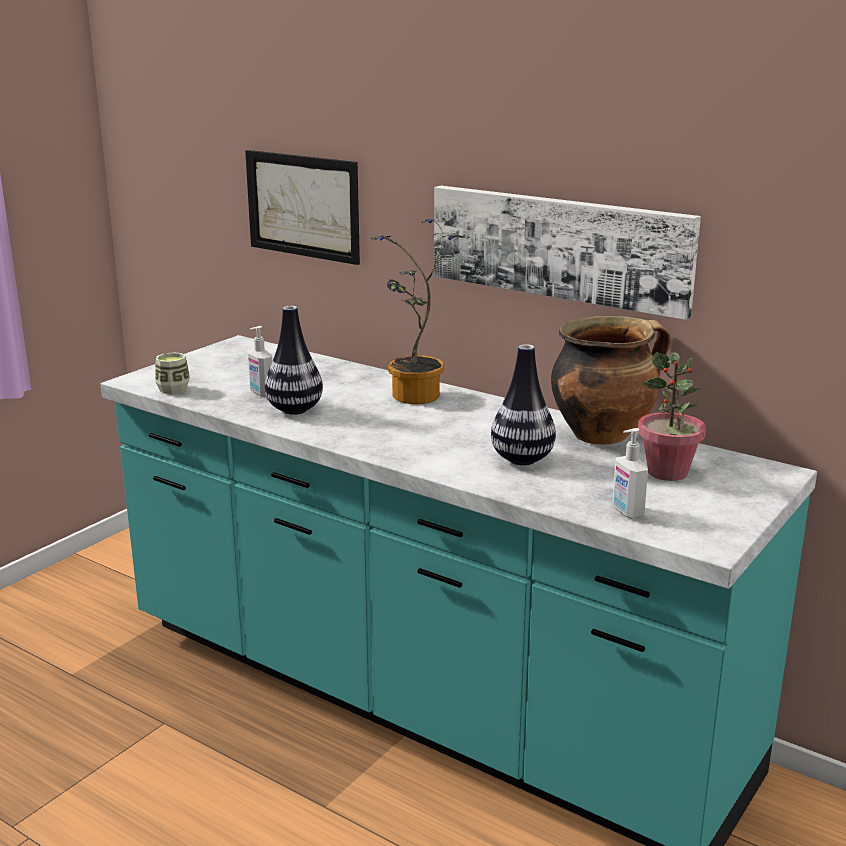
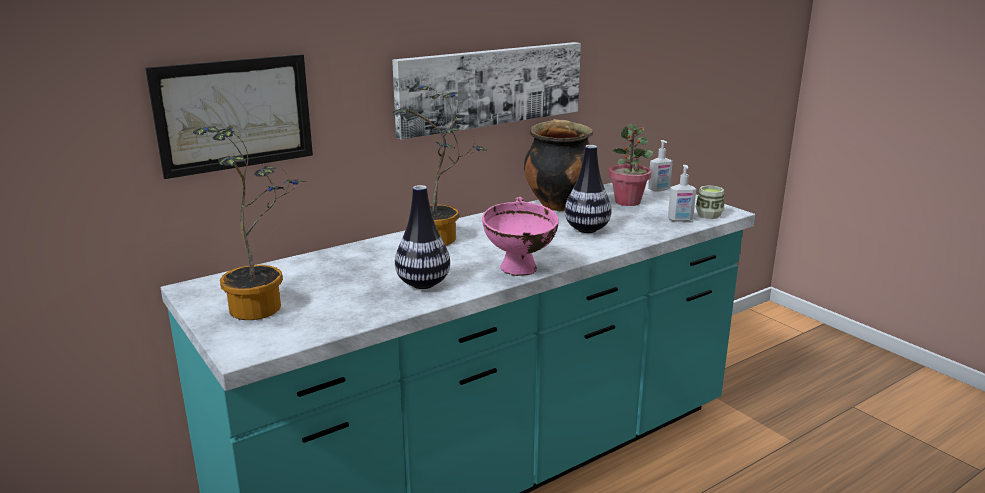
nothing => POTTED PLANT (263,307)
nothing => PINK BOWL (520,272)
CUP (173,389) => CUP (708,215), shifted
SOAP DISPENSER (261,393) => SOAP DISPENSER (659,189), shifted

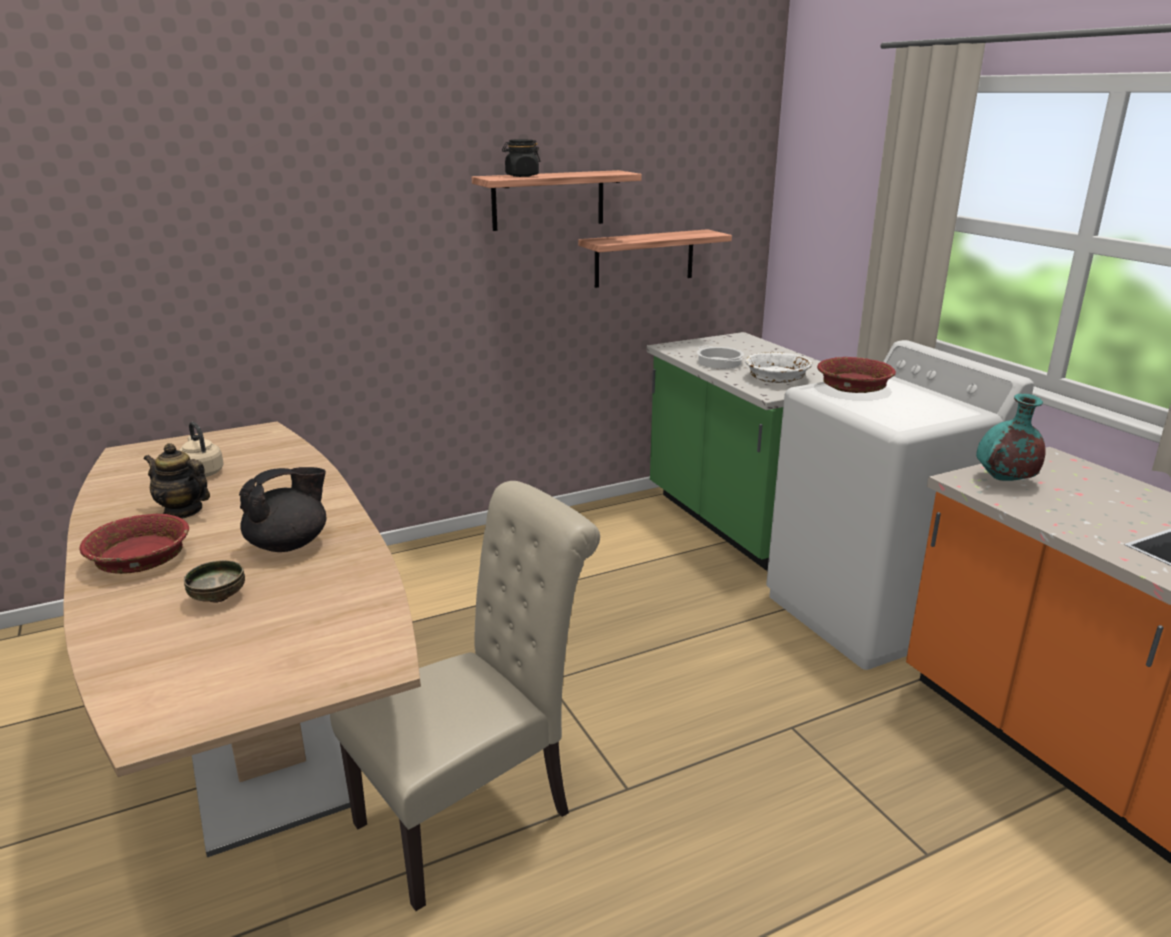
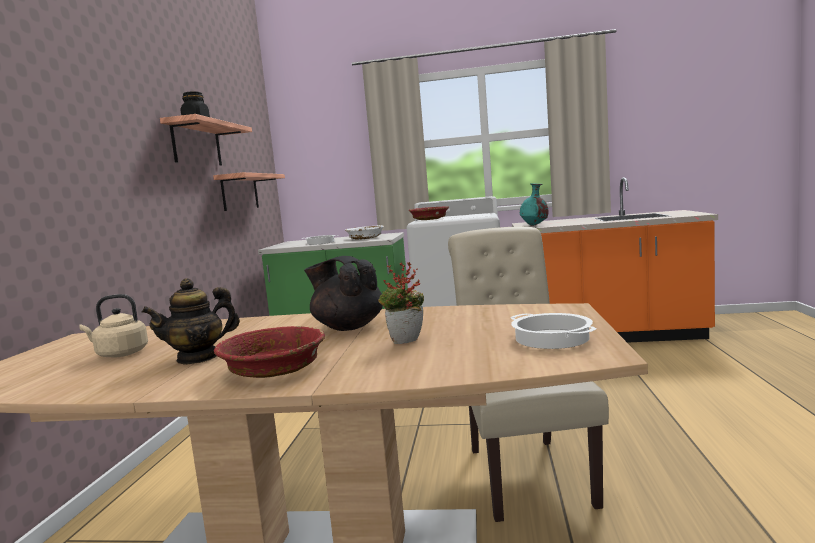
nothing => COOKING POT (553,338)
BOWL (219,597) => POTTED PLANT (406,342)
BLACK TEAPOT (289,544) => BLACK TEAPOT (348,327), 45 degrees counterclockwise

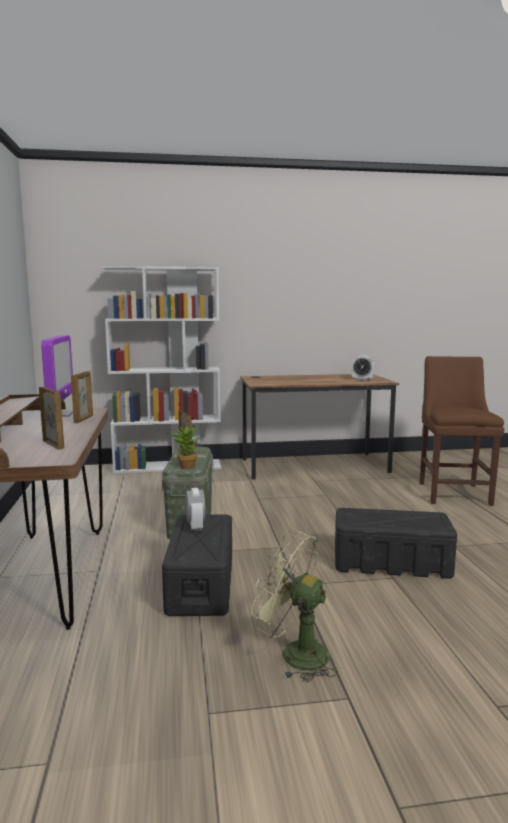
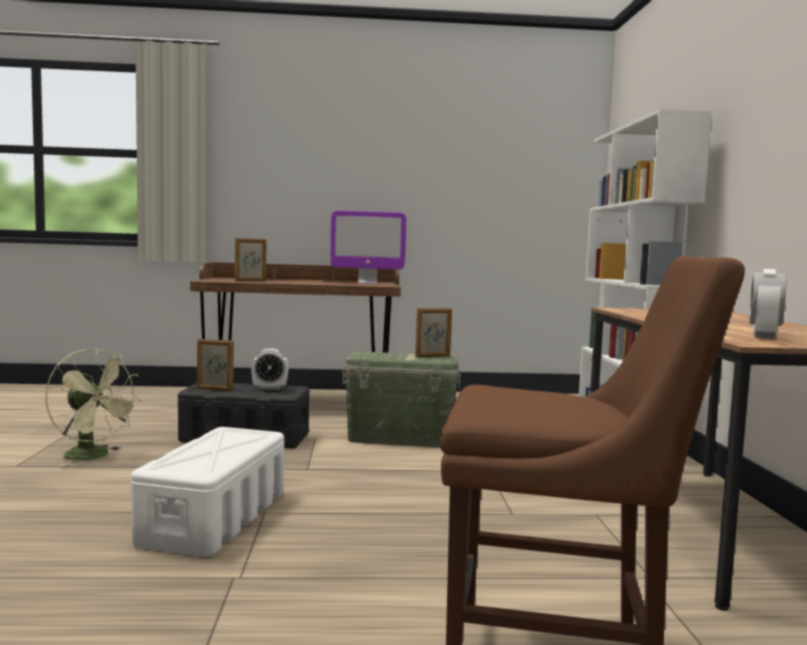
POTTED PLANT (185,466) => nothing
PICTURE FRAME (84,419) => PICTURE FRAME (214,389), shifted
BLACK STORAGE BOX (392,563) => WHITE STORAGE BOX (214,518)
GREEN FAN (294,654) => GREEN FAN (93,456), 90 degrees clockwise

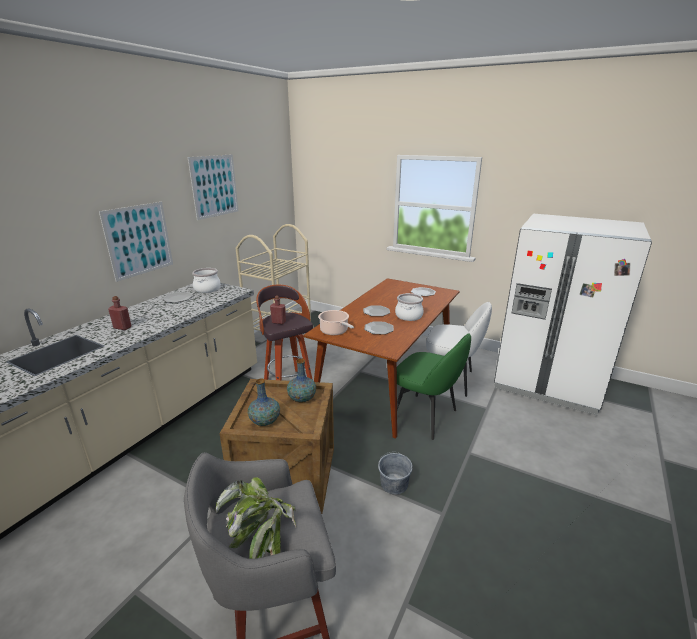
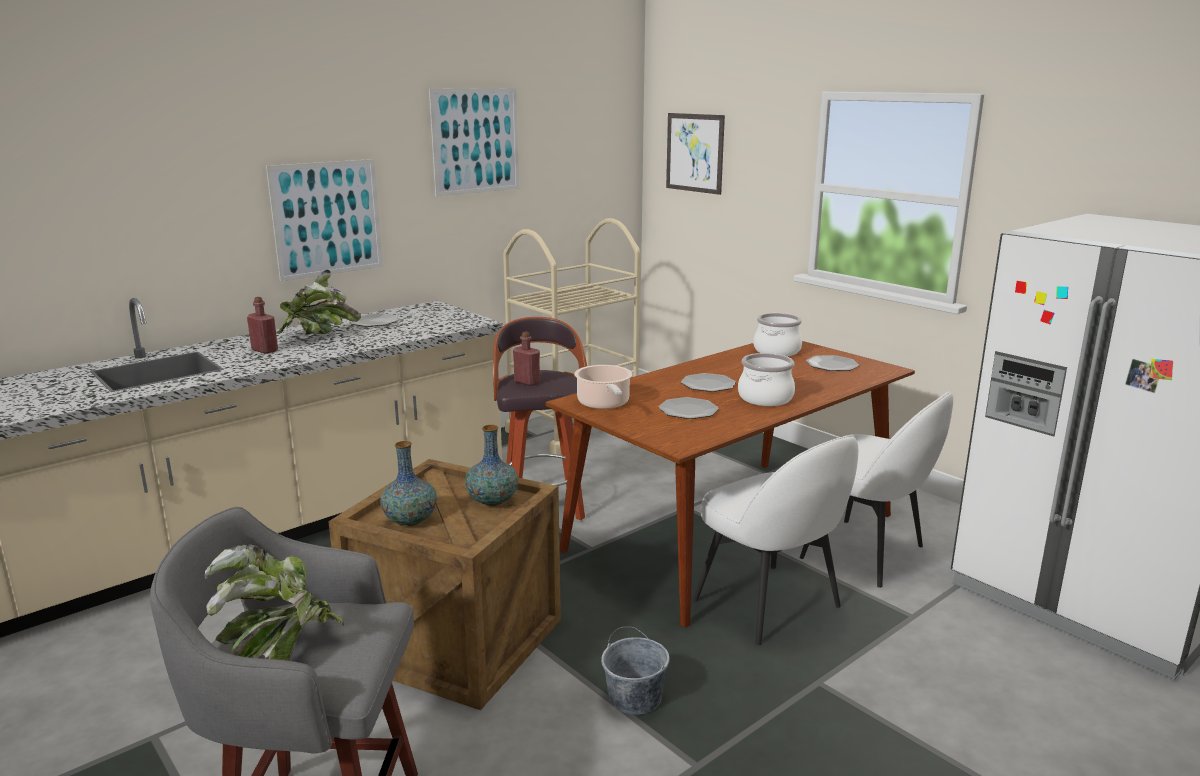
nothing => POTTED PLANT (319,336)
nothing => PICTURE (694,153)
COOKING POT (207,289) => COOKING POT (776,351), shifted
GREEN CHAIR (426,416) => WHITE CHAIR (769,605)

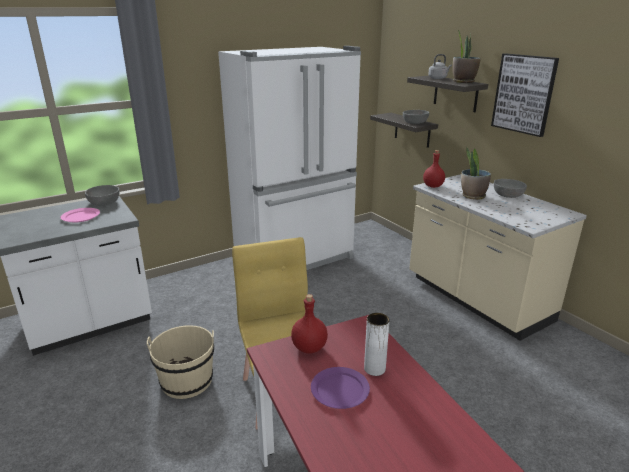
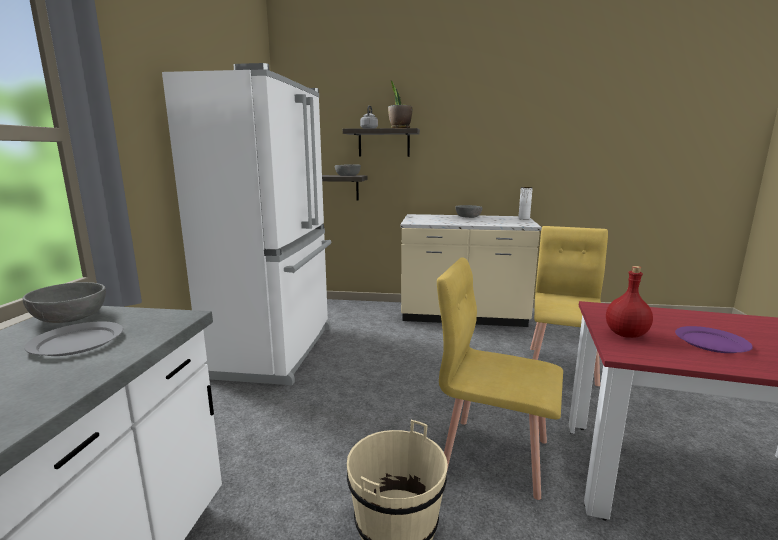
RED BOTTLE (433,186) => nothing
POTTED PLANT (473,196) => nothing
PICTURE (524,94) => nothing
nothing => YELLOW CHAIR (562,365)
WHITE VASE (374,369) => WHITE VASE (524,219), shifted
PINK PLATE (81,217) => GREY PLATE (78,342)

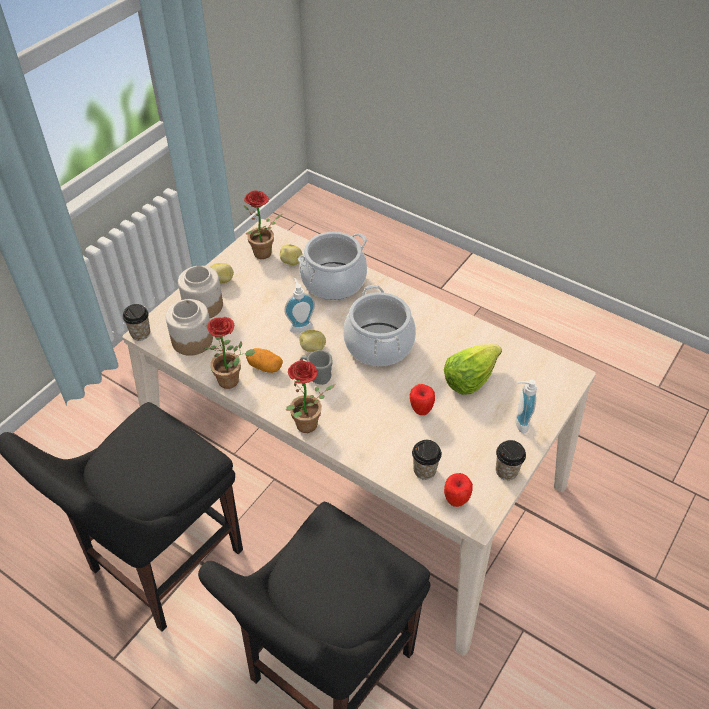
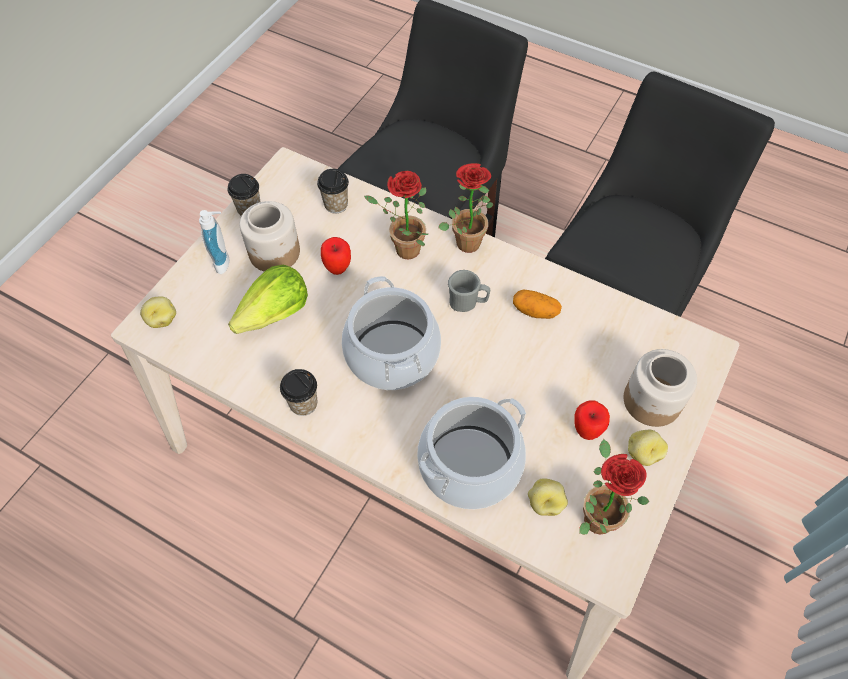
SOAP DISPENSER (300,326) => nothing
CUP (140,333) => CUP (303,404), shifted
JAR (192,340) => JAR (274,253), shifted
POTTED PLANT (233,381) => POTTED PLANT (402,250), shifted
POTATO (313,348) => POTATO (162,319), shifted
APPLE (456,500) => APPLE (586,431), shifted

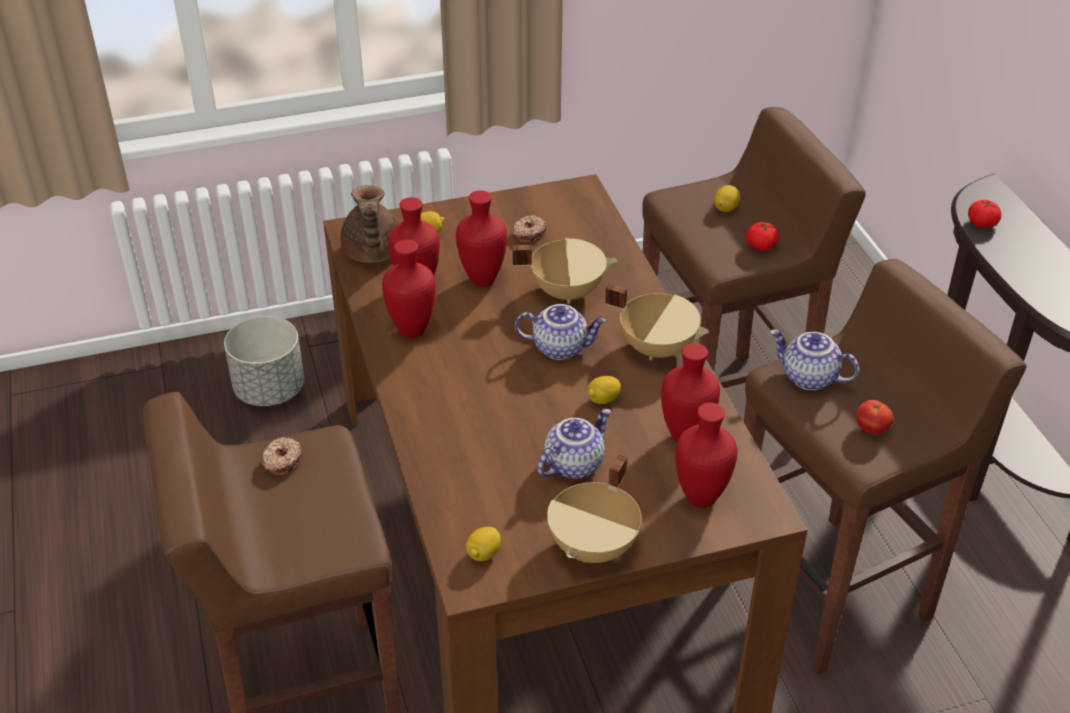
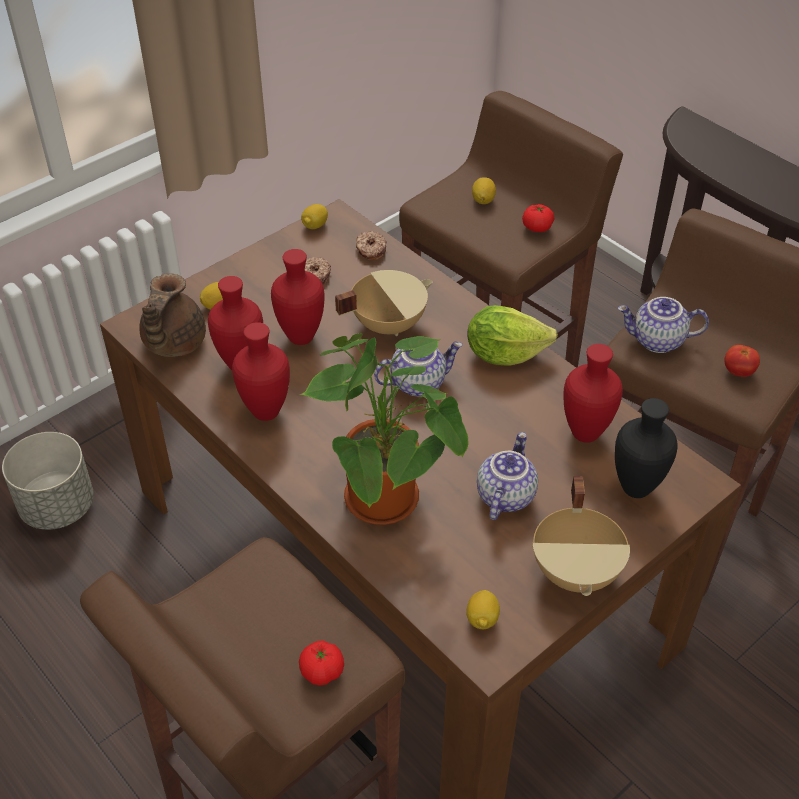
nothing => POTTED PLANT (388,504)
DONUT (282,461) => DONUT (370,250), shifted
LEMON (603,399) => LEMON (315,226), shifted
TOMATO (982,223) => TOMATO (322,671), shifted
BEIGE COOKING POT (657,347) => LETTUCE (504,353)
RED VASE (702,499) => BLACK VASE (638,488)
BROWN TEAPOT (371,253) => BROWN TEAPOT (172,343), 45 degrees clockwise

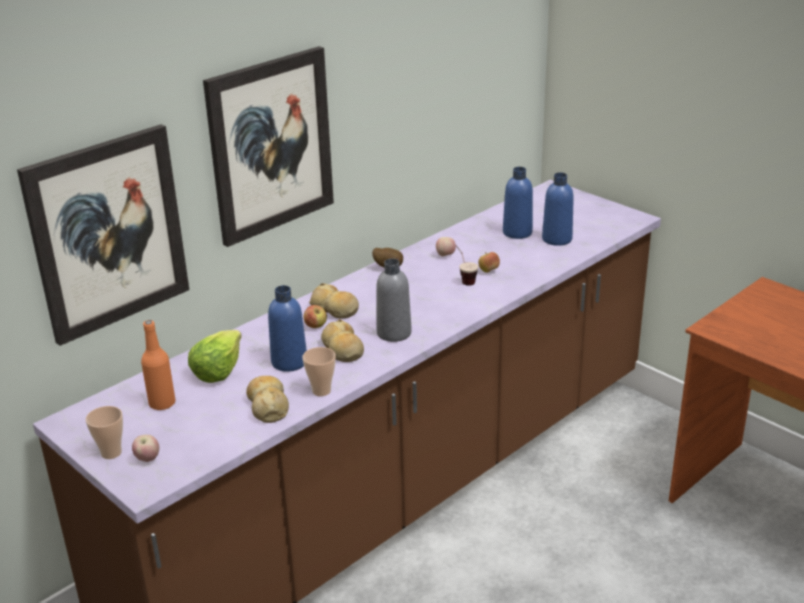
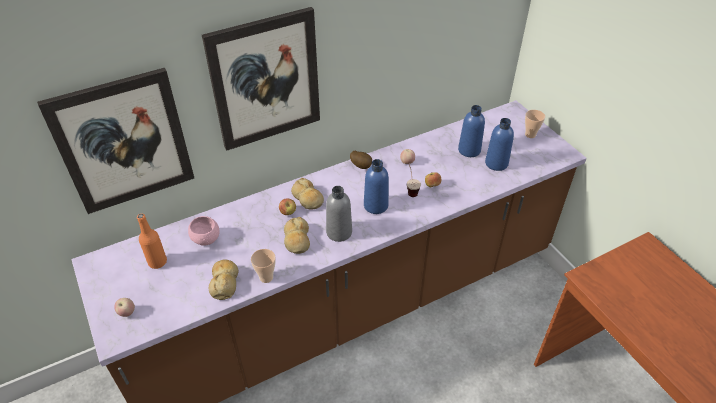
CUP (111,453) => CUP (530,134), shifted
BLUE BOTTLE (289,362) => BLUE BOTTLE (376,205), shifted
LETTUCE (218,370) => PINK BOWL (206,239)

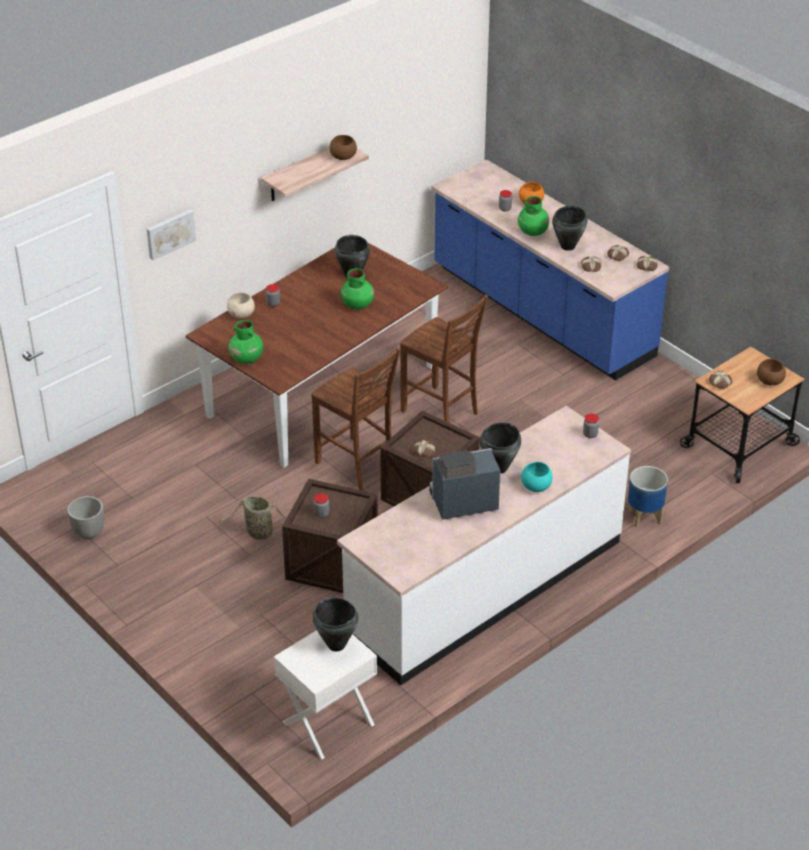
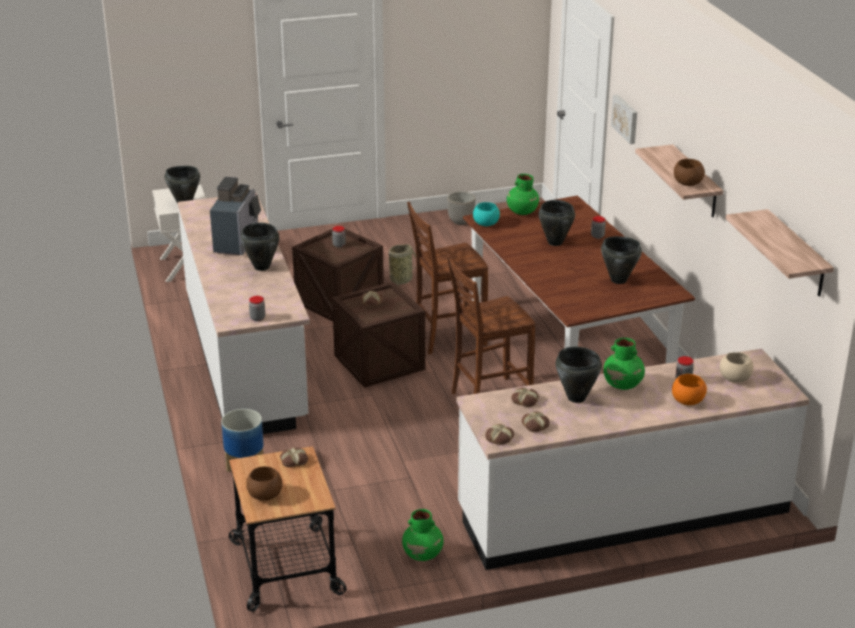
nothing => BLACK COOKING POT (555,242)
nothing => SHELF (797,254)
BEIGE BOWL (241,314) => BEIGE BOWL (735,378), shifted
GREEN VASE (357,304) => GREEN VASE (423,554), shifted
TURQUOISE BOWL (536,486) => TURQUOISE BOWL (486,224), shifted
BLUE COUNTER (541,313) => WHITE COUNTER (622,511)

